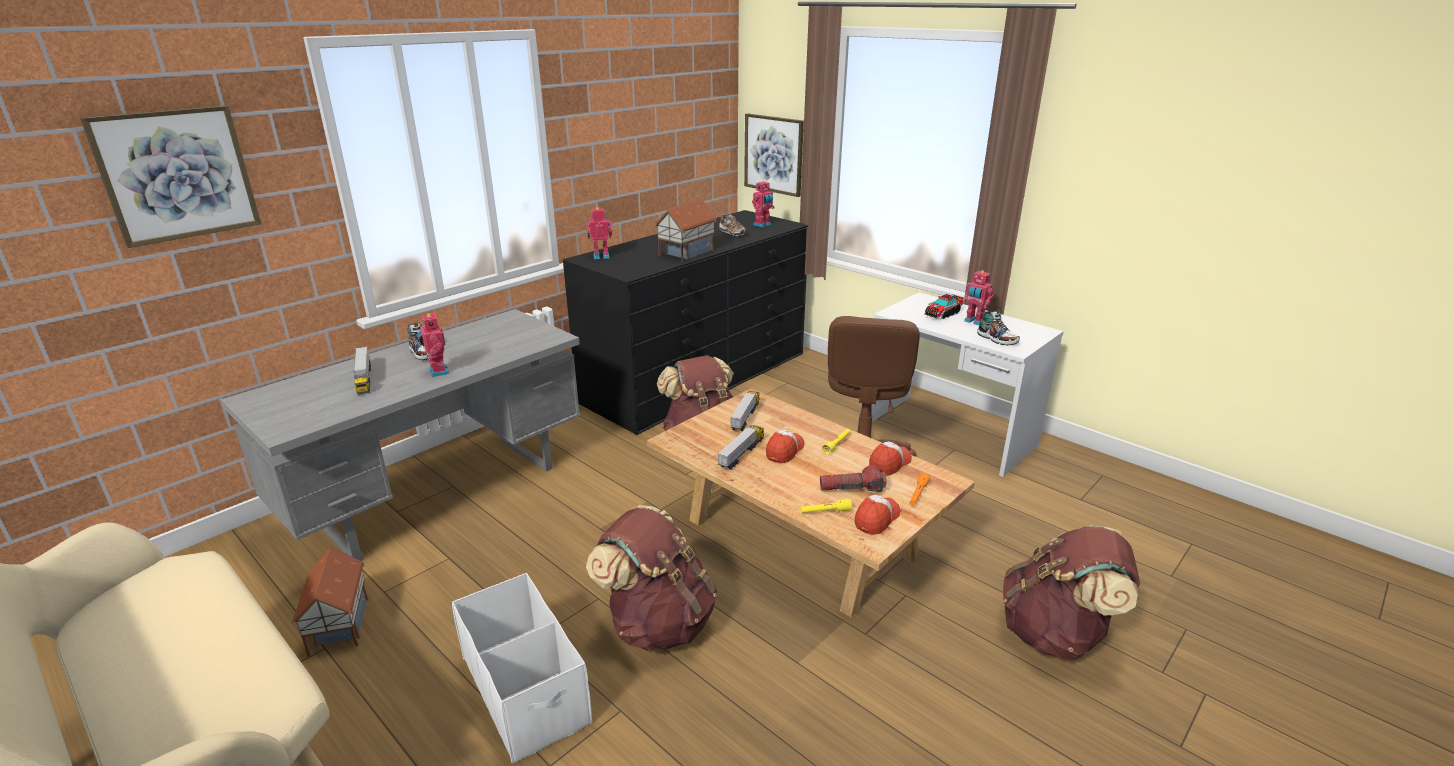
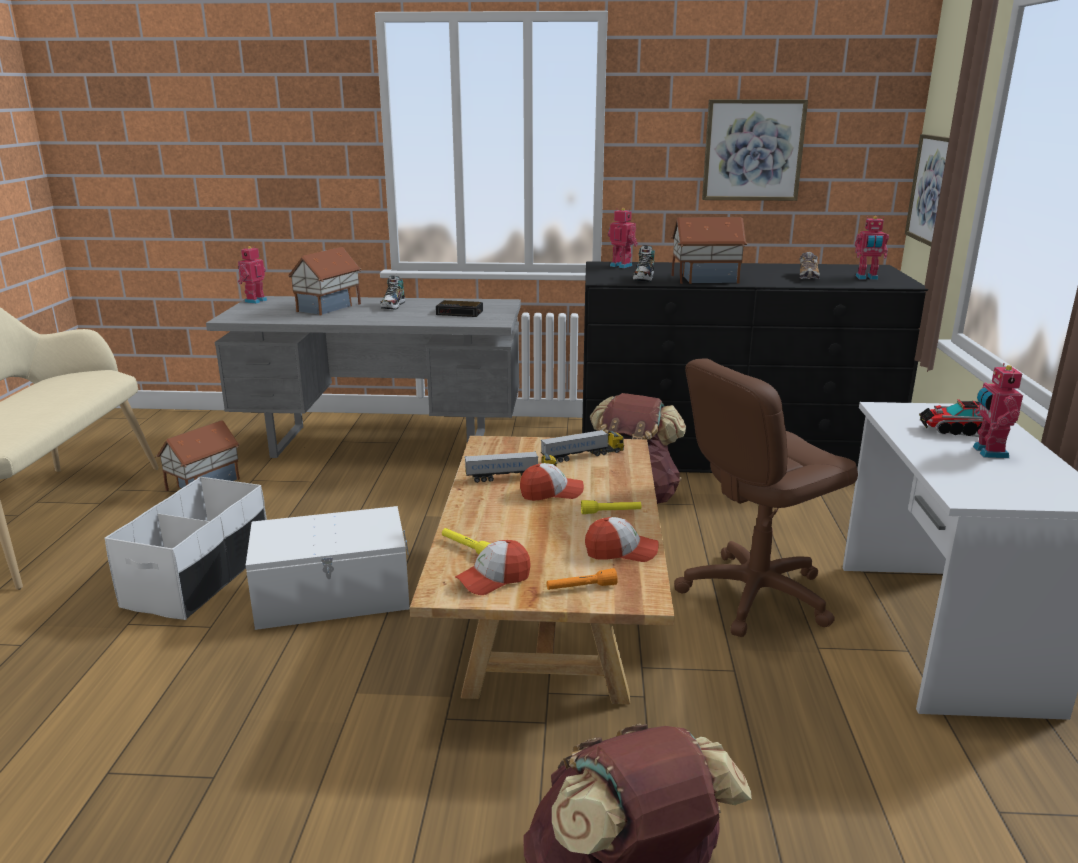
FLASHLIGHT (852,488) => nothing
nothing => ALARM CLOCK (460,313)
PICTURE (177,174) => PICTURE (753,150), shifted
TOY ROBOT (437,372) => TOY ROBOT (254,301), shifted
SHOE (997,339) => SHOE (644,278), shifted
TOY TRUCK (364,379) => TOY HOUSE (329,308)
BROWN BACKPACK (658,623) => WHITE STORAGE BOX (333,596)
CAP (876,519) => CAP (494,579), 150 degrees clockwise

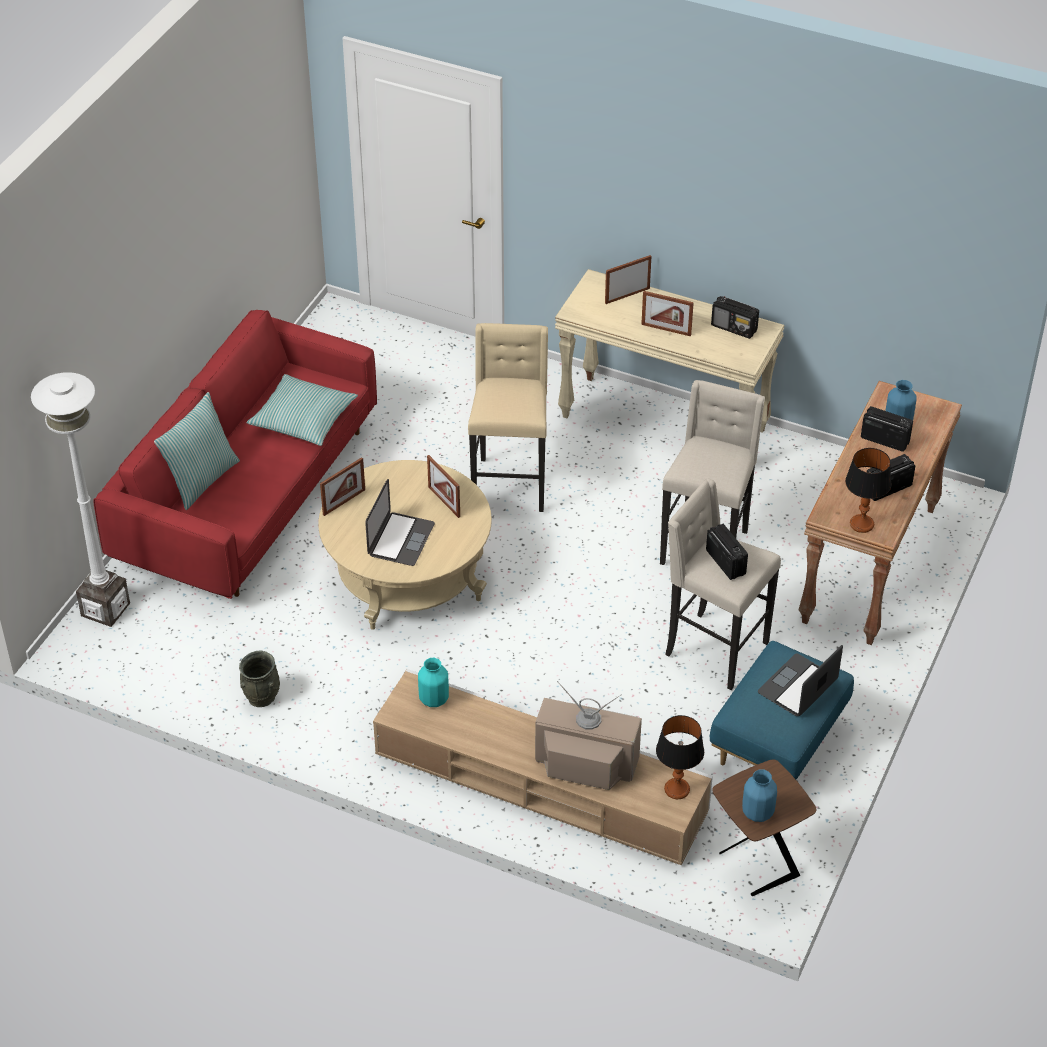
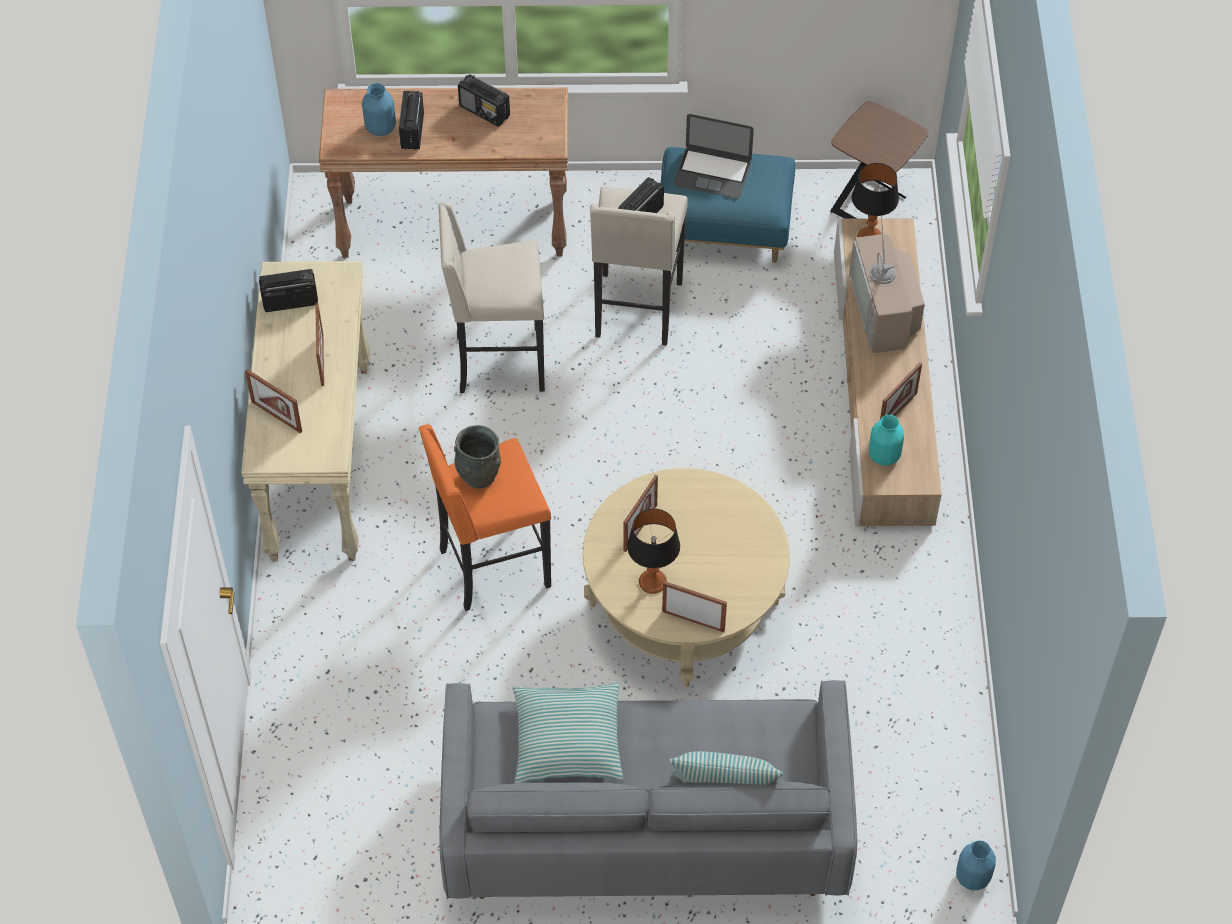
WHITE FLOOR LAMP (105,609) => nothing
LAPTOP (401,539) => nothing
nothing => PICTURE FRAME (897,411)
GREY VASE (261,697) => GREY VASE (478,476), shifted
BLUE VASE (758,813) => BLUE VASE (972,876), shifted
TABLE LAMP (862,524) => TABLE LAMP (652,582), shifted
RED SOFA (247,494) => GREY SOFA (645,824)
BEIGE STOOL (510,483) => ORANGE STOOL (491,568)
RADIO (734,328) => RADIO (289,301), 105 degrees counterclockwise

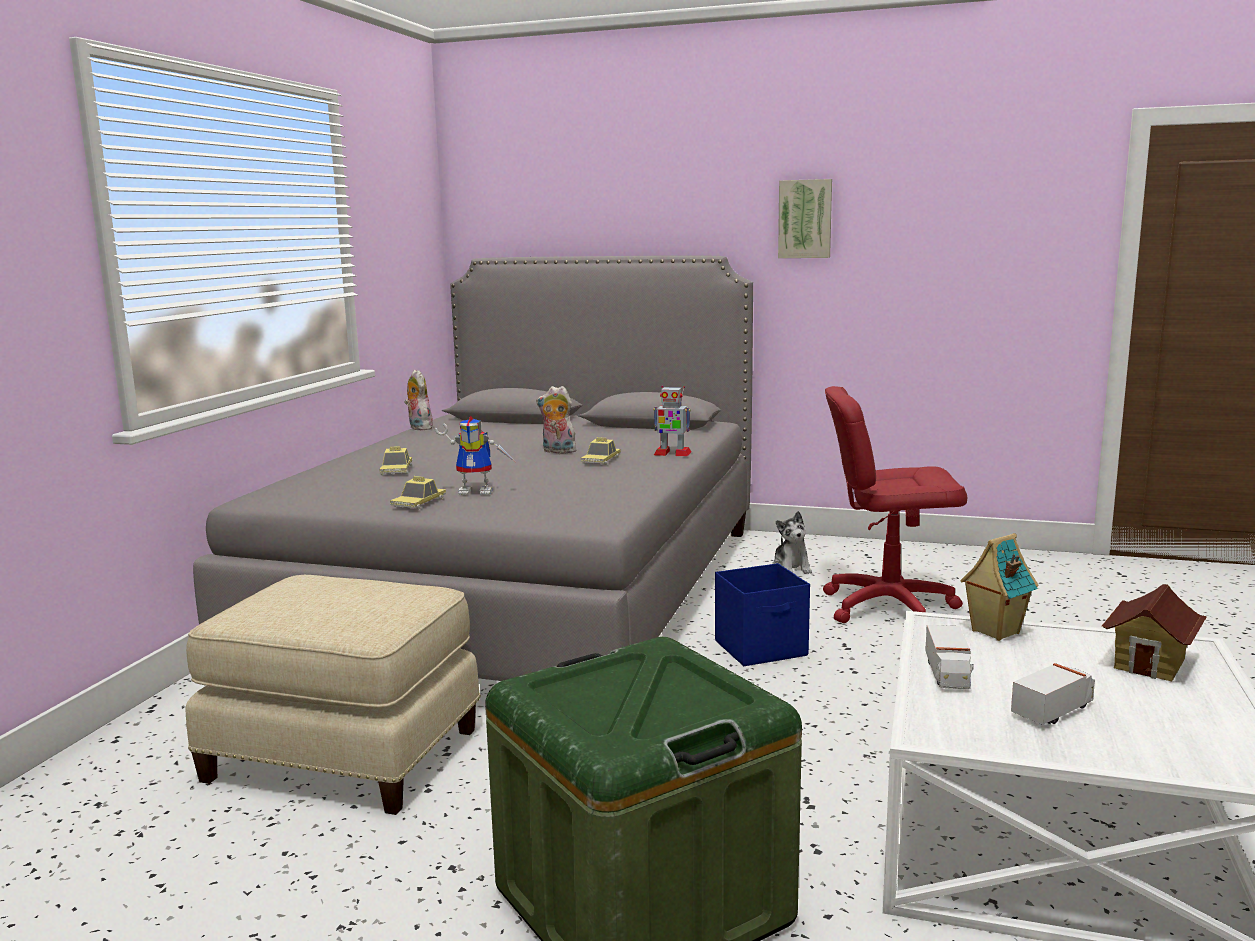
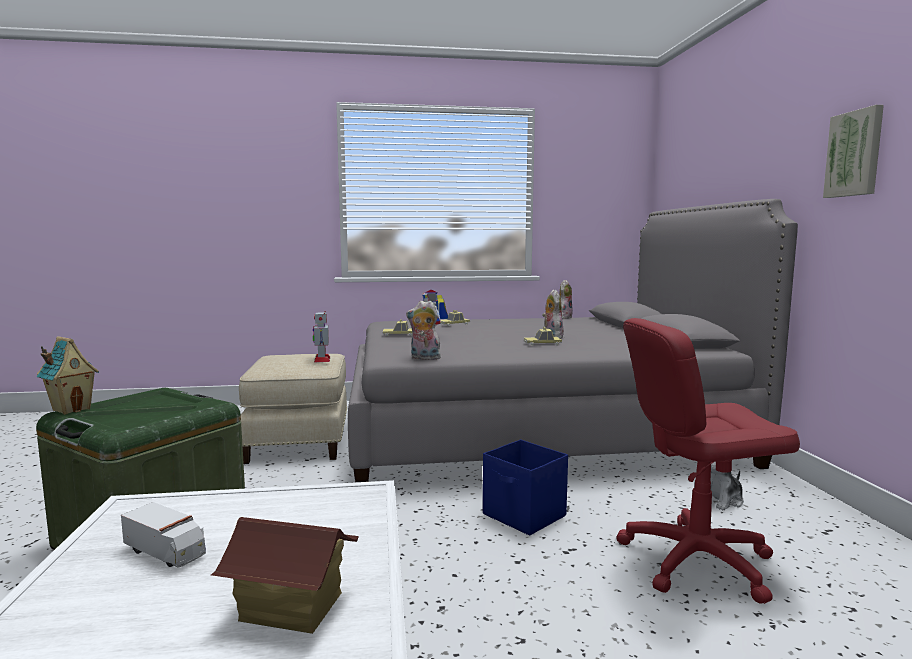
TOY TRUCK (947,674) => nothing
nothing => PLUSH TOY (424,358)
TOY ROBOT (672,453) => TOY ROBOT (322,359), shifted
TOY HOUSE (994,632) => TOY HOUSE (71,409), shifted
RED OFFICE CHAIR (888,607) => RED OFFICE CHAIR (696,560), 75 degrees counterclockwise

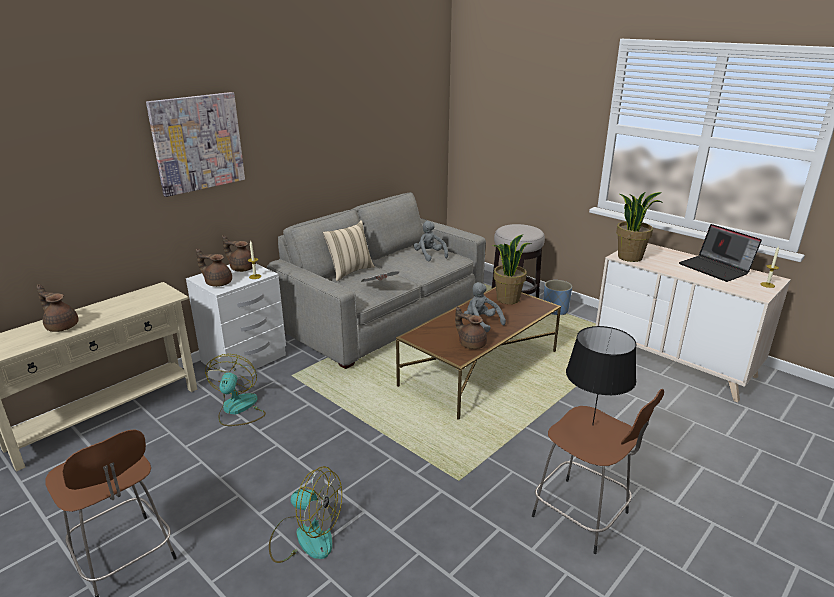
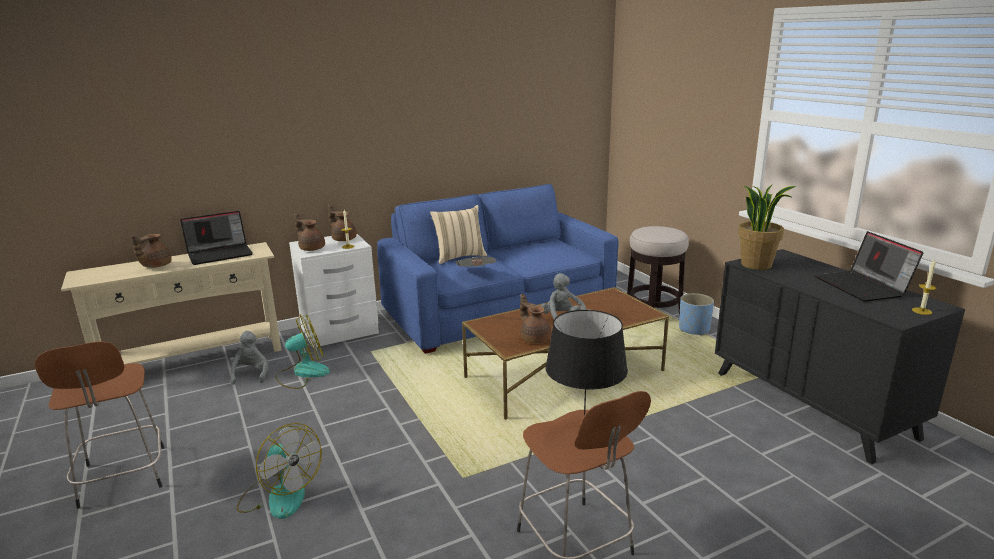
PICTURE (197,143) => nothing
POTTED PLANT (508,299) => nothing
nothing => LAPTOP (221,254)
GREY PLUSH TOY (429,255) => GREY PLUSH TOY (251,374), shifted
GREY SOFA (383,315) => BLUE SOFA (498,310)
BEIGE DRESSER (674,361) => BLACK DRESSER (812,404)
BROWN TEAPOT (62,326) => BROWN TEAPOT (155,266), 120 degrees counterclockwise
FAN (238,409) => FAN (302,373), 45 degrees clockwise

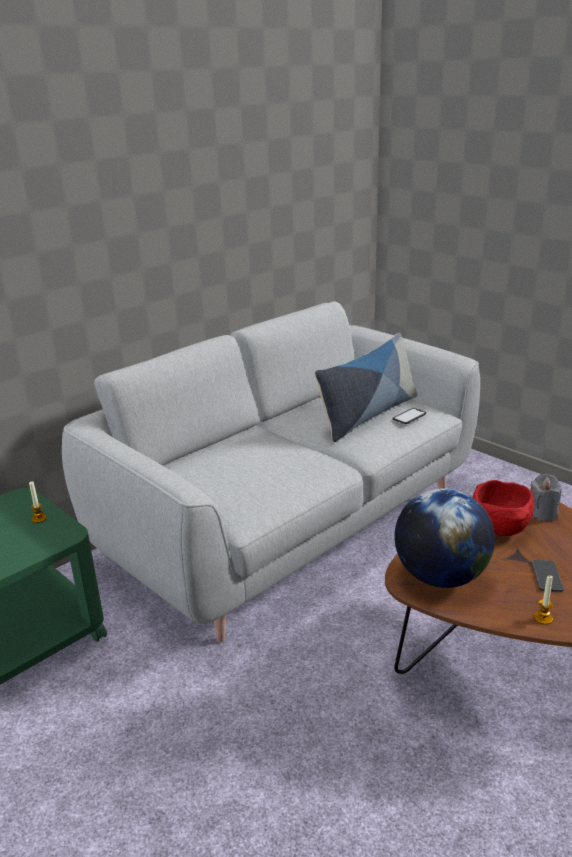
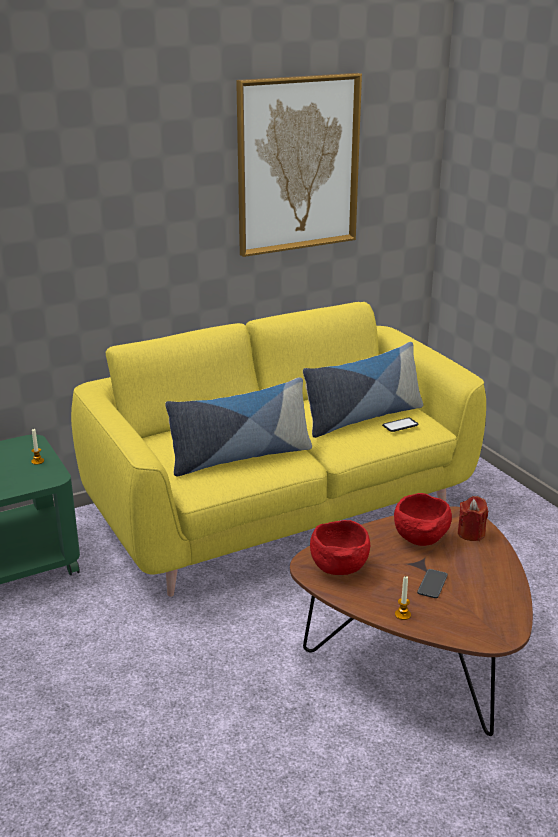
nothing => PILLOW (240,457)
nothing => PICTURE (298,164)
GLOBE (440,577) => RED BOWL (339,567)
GREY SOFA (289,526) => YELLOW SOFA (278,512)
GREY CANDLE (542,513) => RED CANDLE (471,534)

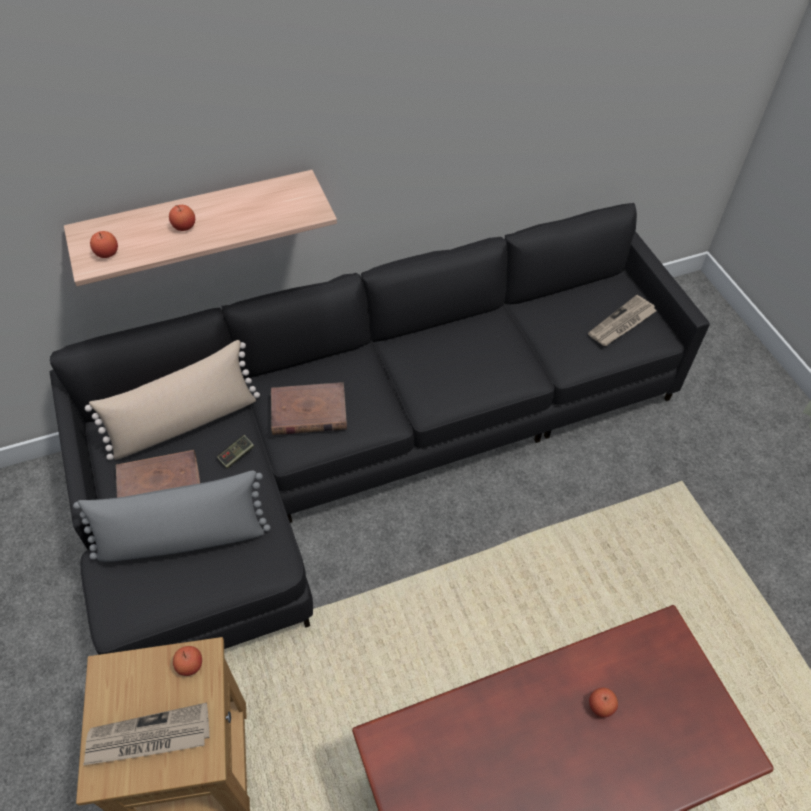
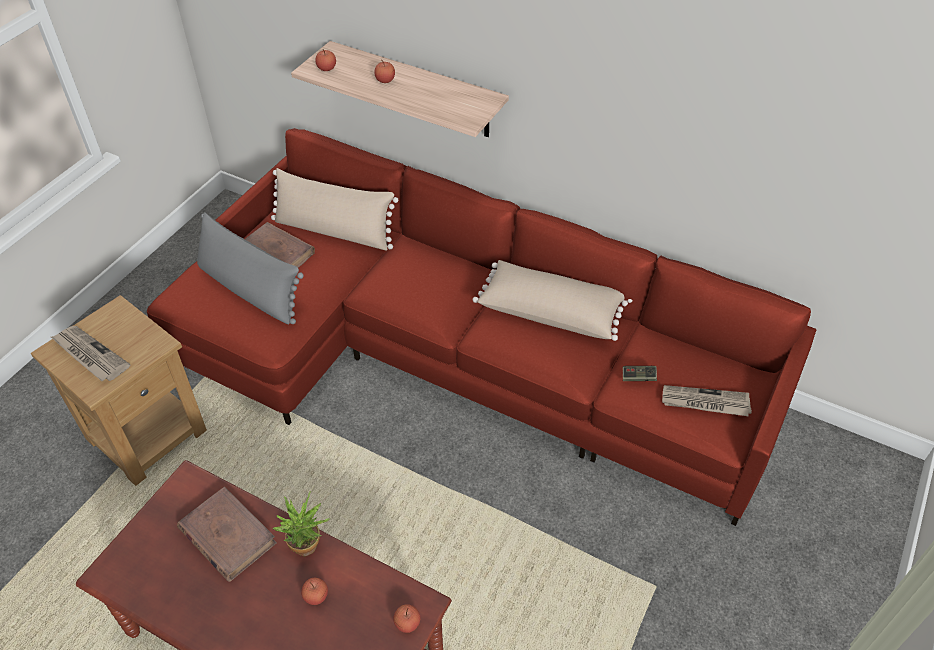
nothing => POTTED PLANT (308,549)
nothing => BEIGE PILLOW (551,311)
APPLE (190,665) => APPLE (407,623), shifted
GAME CONTROLLER (236,455) => GAME CONTROLLER (638,377), shifted
BROWN BOOK (308,412) => BROWN BOOK (227,536), shifted
BLACK SOFA (366,451) => RED SOFA (456,360)

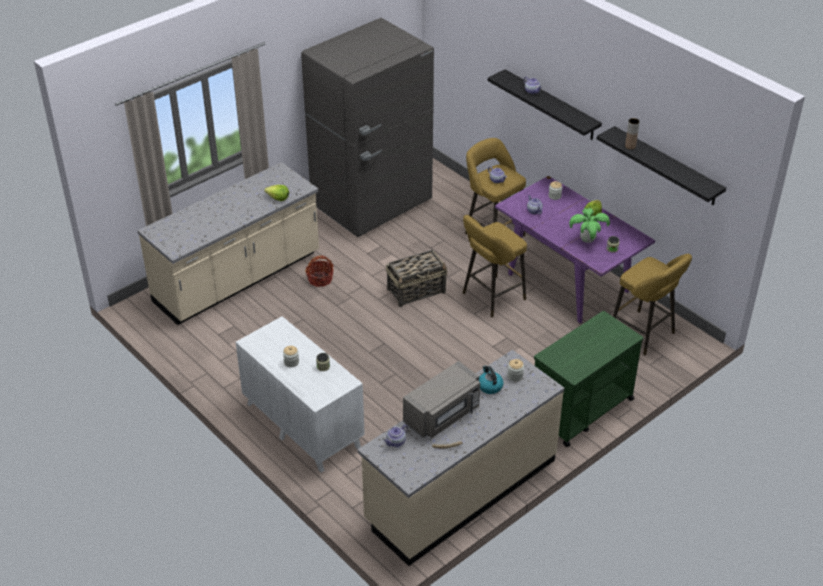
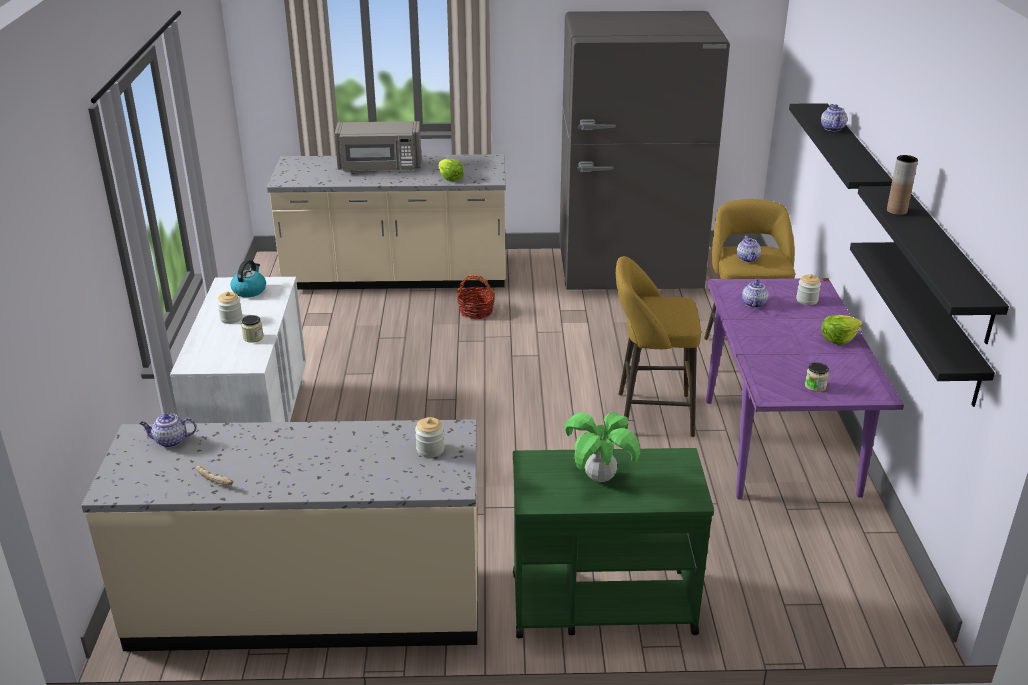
BASKET (417,290) => nothing
YELLOW STOOL (644,334) => nothing
nothing => BLACK SHELF (935,321)
GREY MICROWAVE (443,414) => GREY MICROWAVE (380,167), shifted
KETTLE (489,386) => KETTLE (249,290), shifted
POTTED PLANT (587,240) => POTTED PLANT (600,477), shifted

